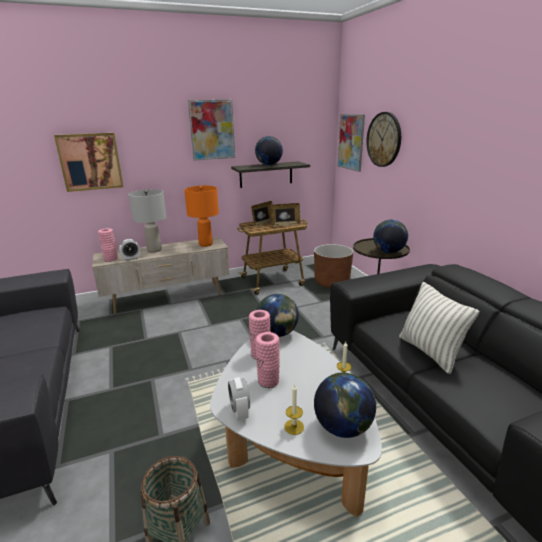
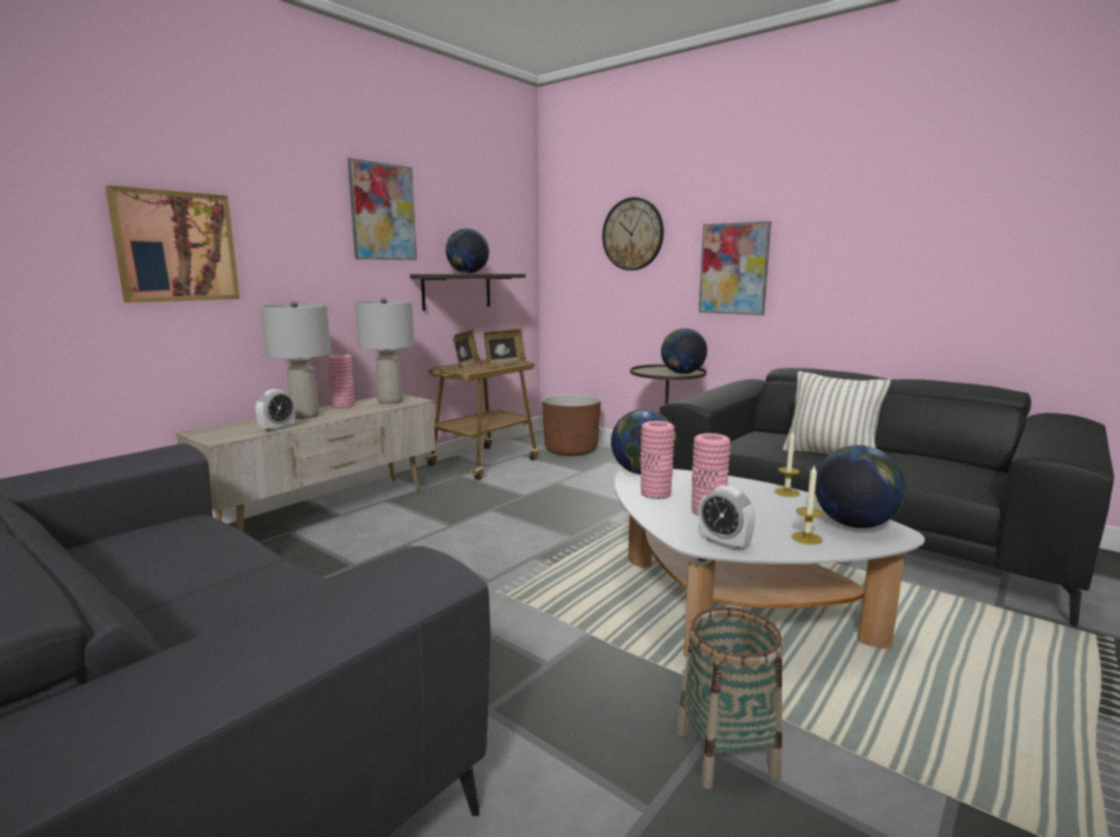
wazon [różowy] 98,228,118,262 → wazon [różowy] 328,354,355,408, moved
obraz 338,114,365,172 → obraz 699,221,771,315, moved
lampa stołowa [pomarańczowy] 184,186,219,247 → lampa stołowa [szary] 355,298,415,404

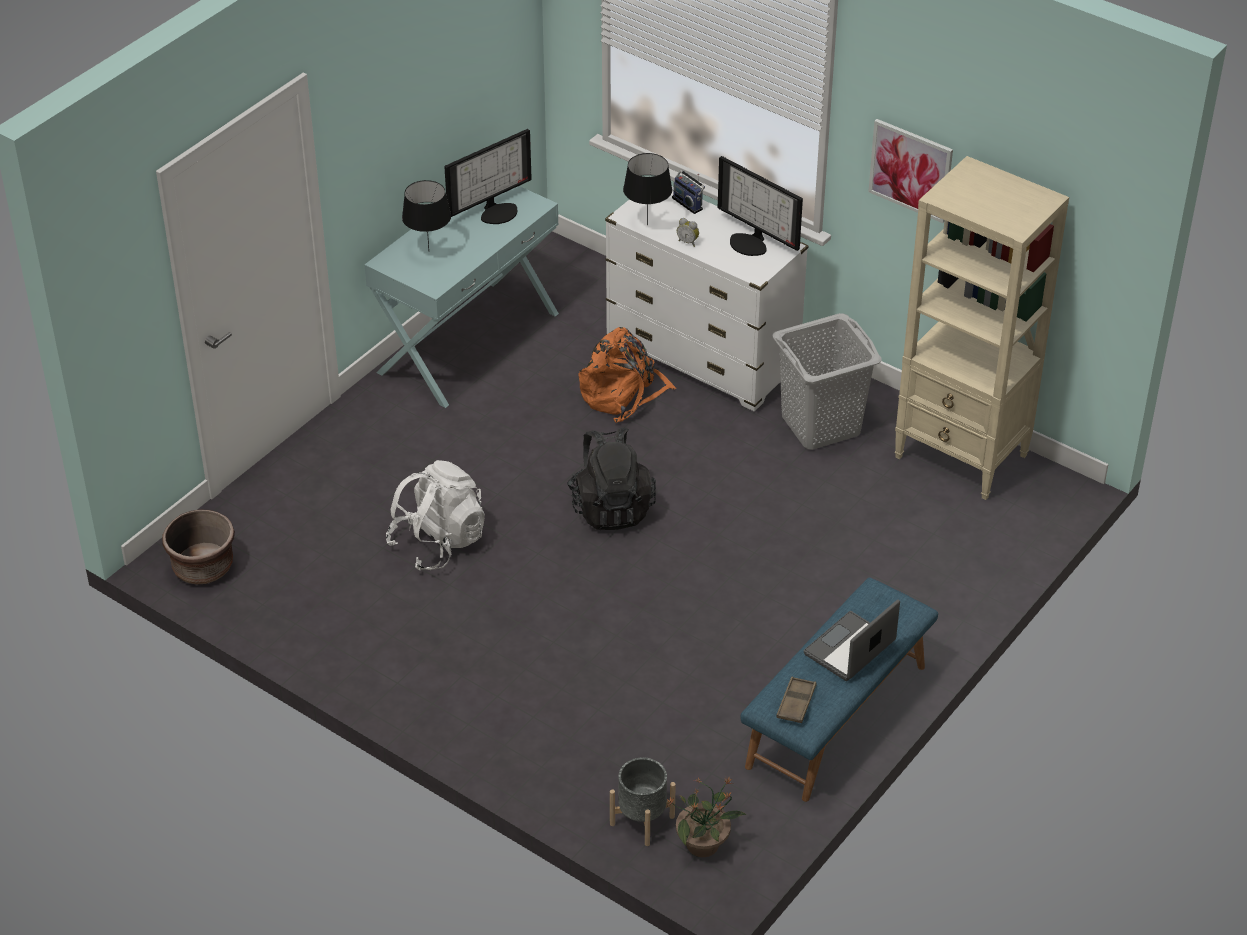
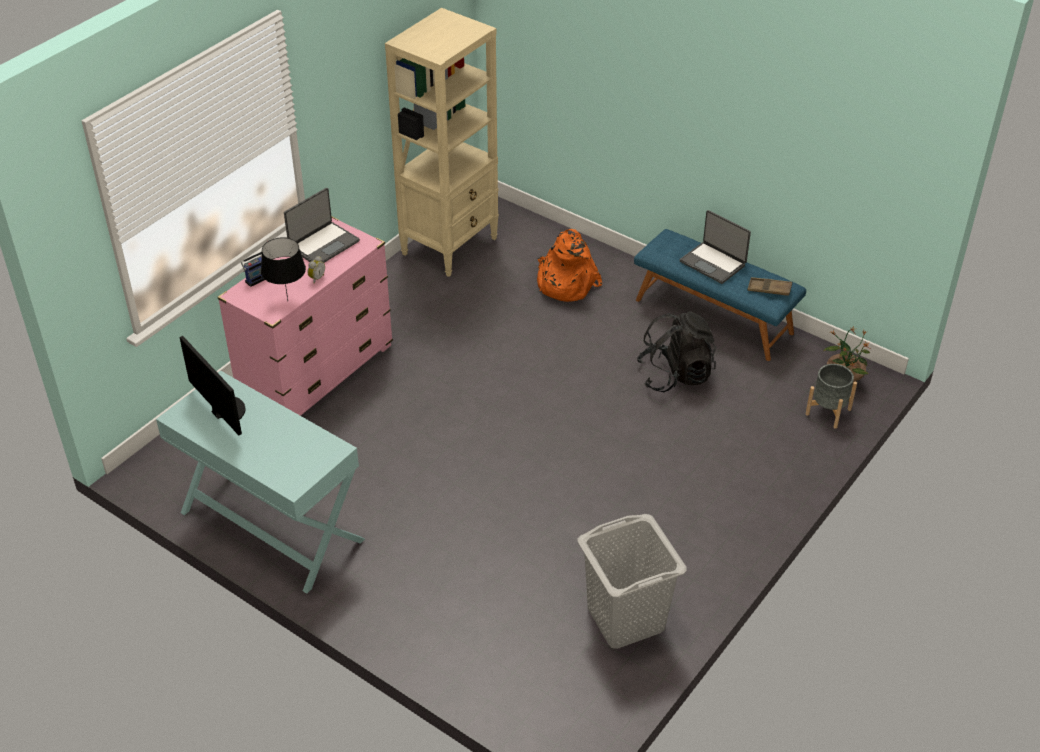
donica [brązowy] 162,509,235,585 → -
plecak [biały] 386,460,485,571 → -
lampa stołowa [czarny] 402,180,451,249 → -
obraz 868,119,953,223 → -
plecak [czarny] 567,427,656,530 → plecak [czarny] 636,312,717,392, moved
plecak [pomarańczowy] 579,327,676,423 → plecak [pomarańczowy] 537,229,602,302, moved
kosz na pranie [szary] 773,313,882,450 → kosz na pranie [szary] 578,514,687,649, moved
monitor 718,156,803,256 → laptop 284,188,360,263
komoda [biały] 605,187,809,411 → komoda [różowy] 218,216,393,416

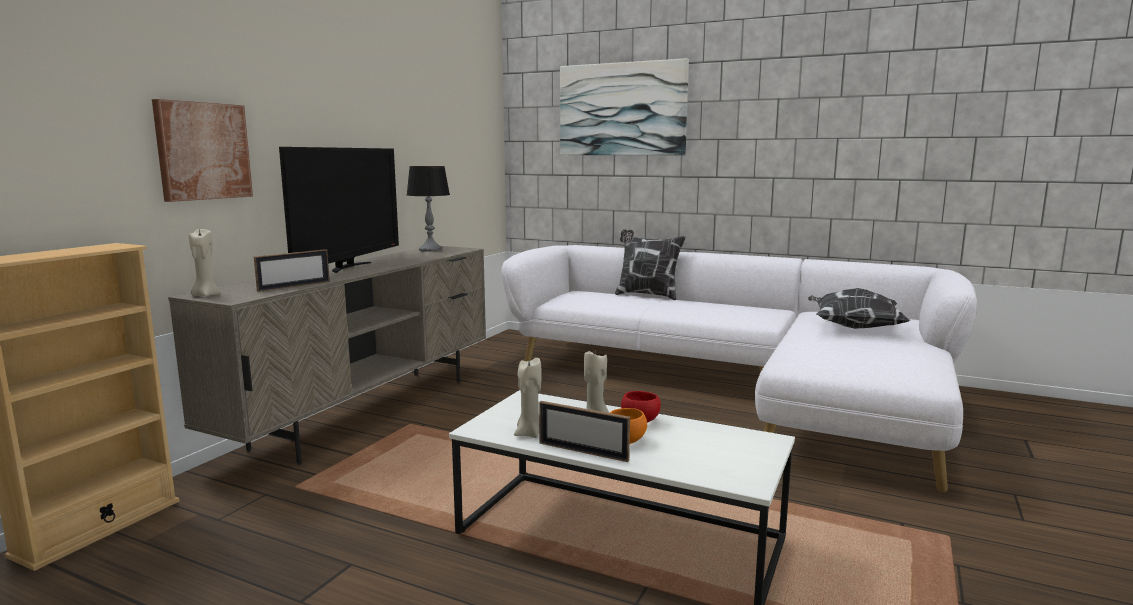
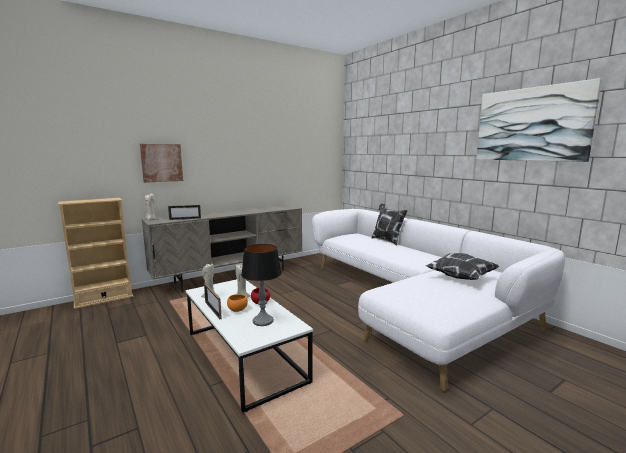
telewizor 279,147,399,273 → -
lampa stołowa 407,166,450,252 → lampa stołowa 241,244,282,326, moved
obraz 560,58,689,155 → obraz 476,78,602,162, moved

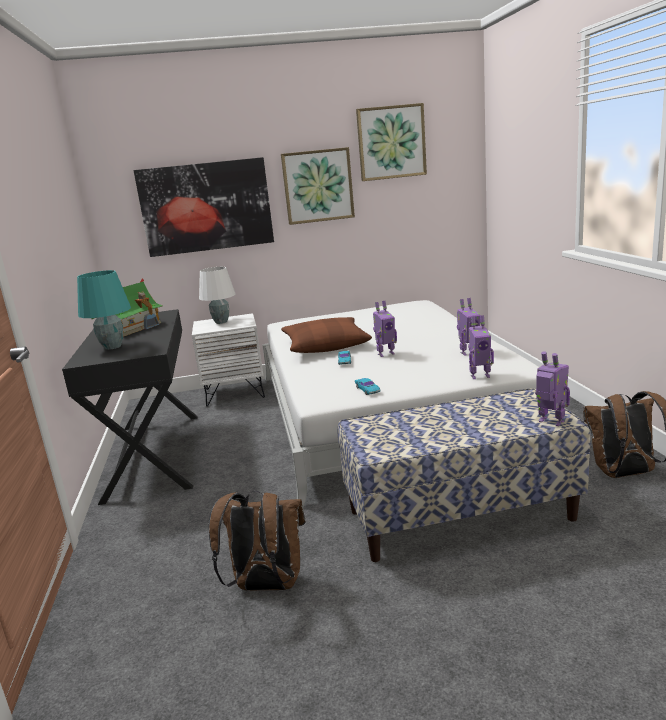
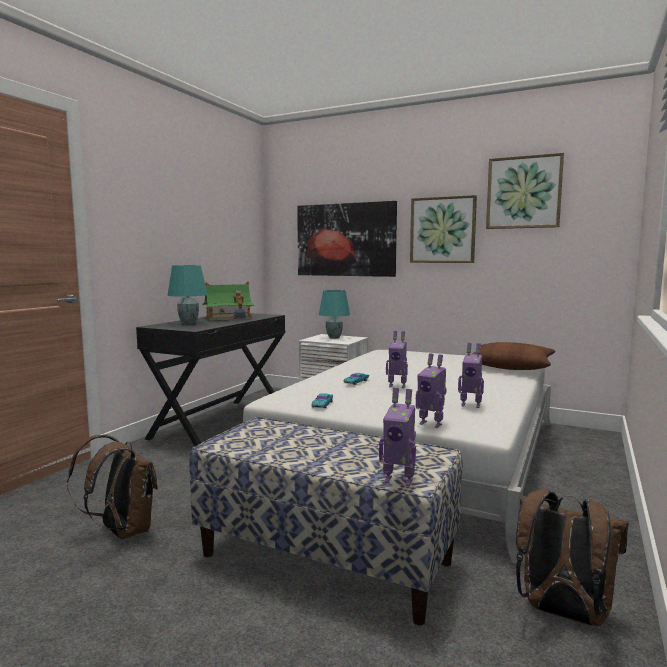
poduszka [brązowy] 281,317,372,353 → poduszka [brązowy] 472,342,555,370, moved
lampa stołowa [biały] 199,267,236,324 → lampa stołowa [turkusowy] 319,290,350,339
robot zabawkowy 535,351,570,426 → robot zabawkowy 379,388,416,486, 120 degrees clockwise

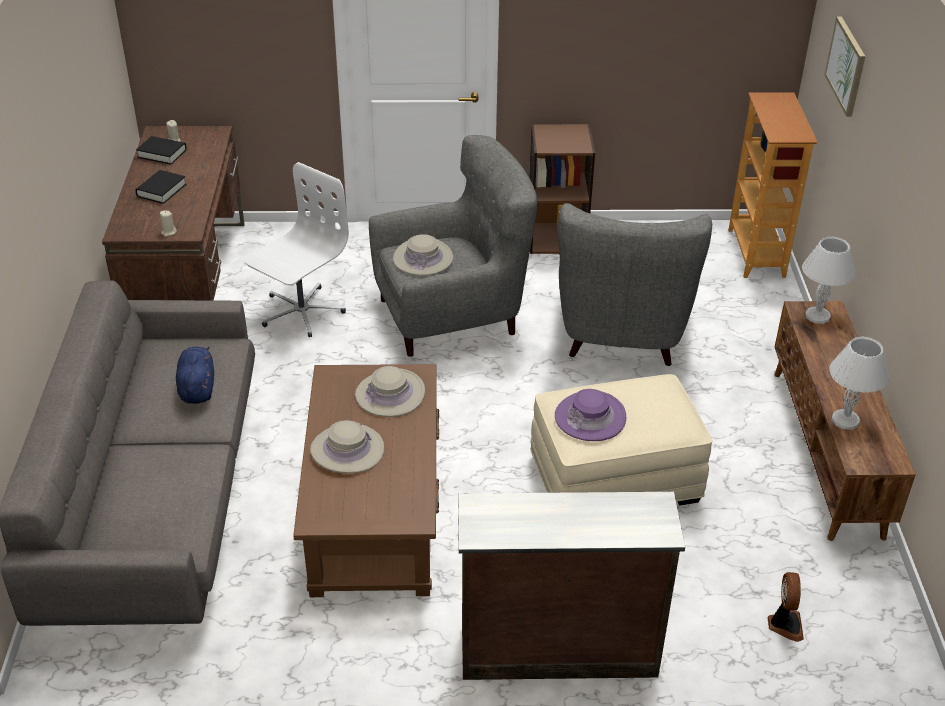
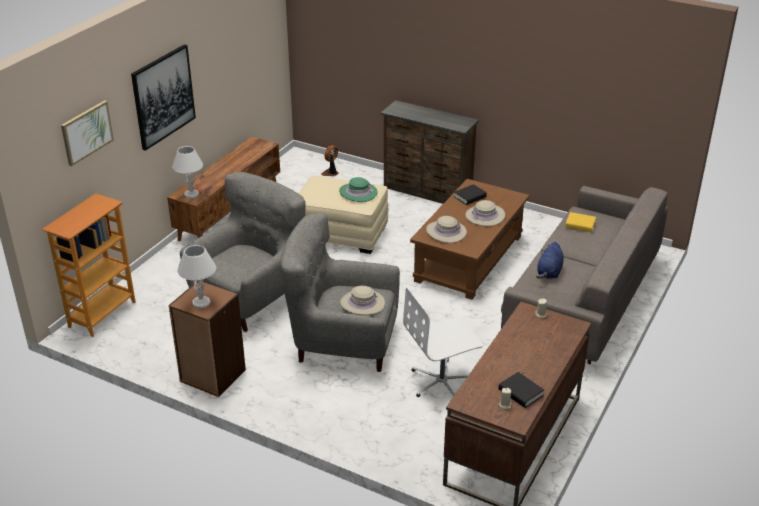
- → obraz 131,44,196,151
- → książka [żółty] 565,212,596,232
książka [czarny] 135,170,186,204 → książka [czarny] 454,184,487,205, moved
lampa stołowa [biały] 829,337,889,429 → lampa stołowa [biały] 177,245,216,308, moved
kapelusz [fioletowy] 555,389,626,441 → kapelusz [zielony] 339,177,378,202

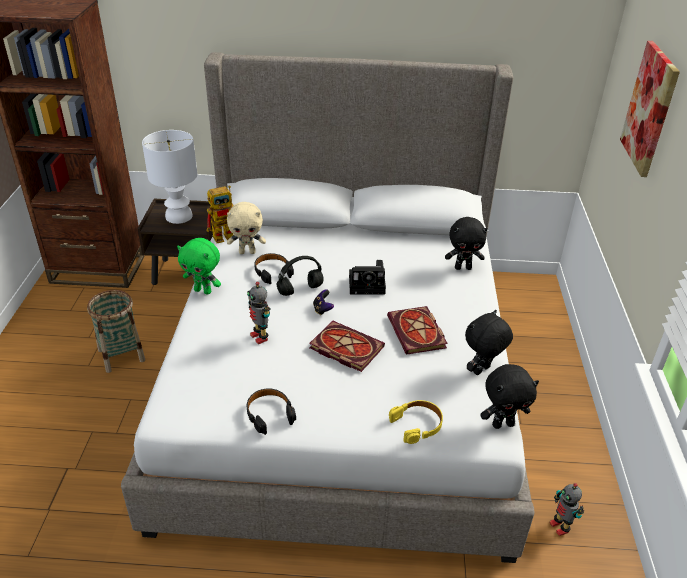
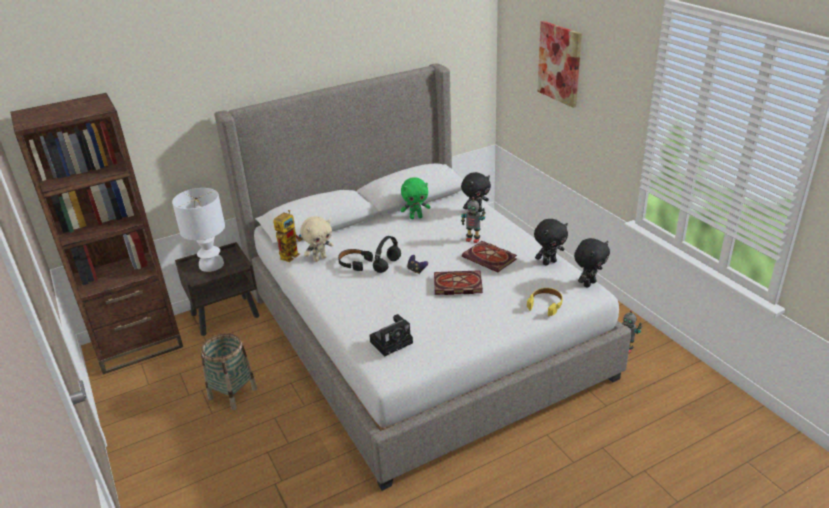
słuchawki [czarny] 247,388,296,435 → -
pluszak [zielony] 177,238,221,295 → pluszak [zielony] 401,177,431,219, moved
robot zabawkowy 247,282,270,344 → robot zabawkowy 461,197,486,243, moved
aparat fotograficzny 349,260,386,294 → aparat fotograficzny 369,314,413,356, moved
pluszak [czarny] 465,310,513,375 → pluszak [czarny] 534,219,568,266, 135 degrees counterclockwise

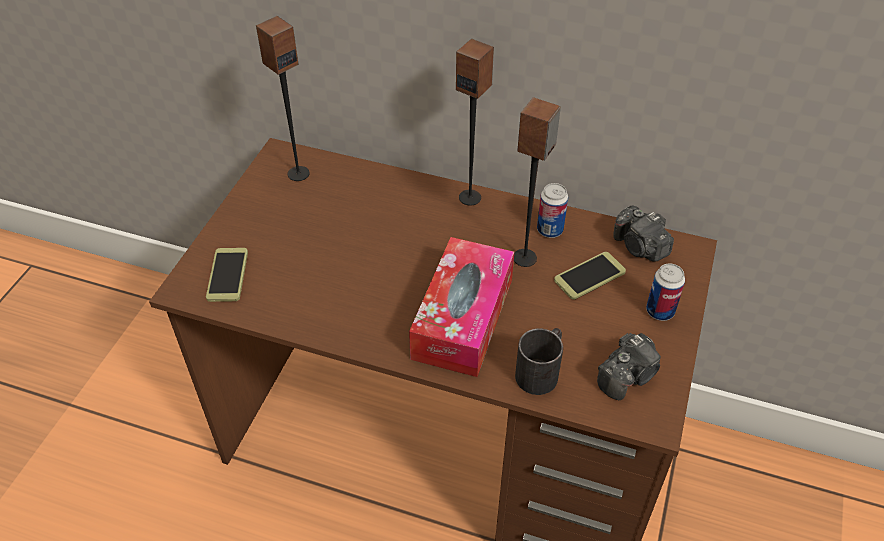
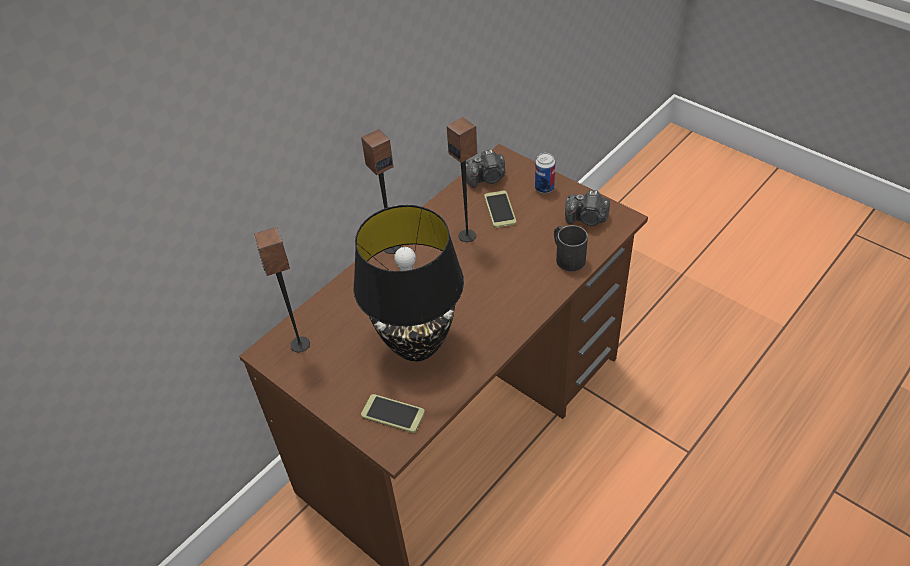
pudełko chusteczek 409,237,514,377 → -
puszka 537,183,568,238 → -
- → lampa stołowa [czarny] 353,205,464,361
aparat fotograficzny 597,333,661,400 → aparat fotograficzny 565,190,610,226, 120 degrees clockwise

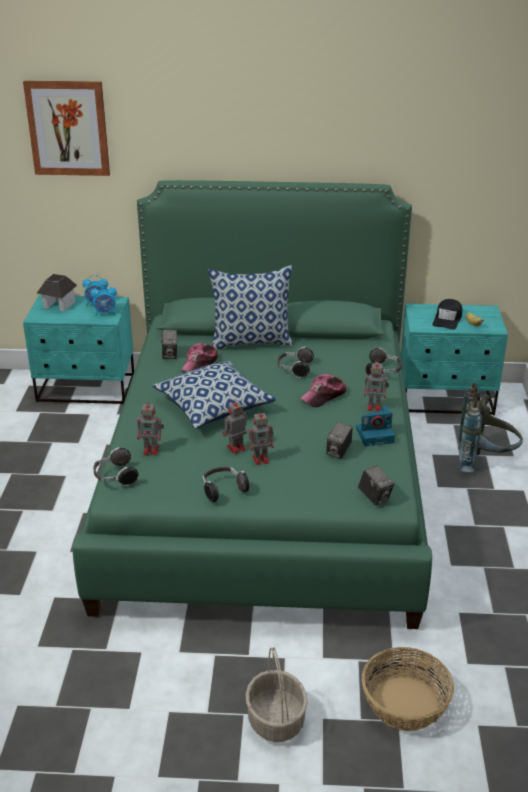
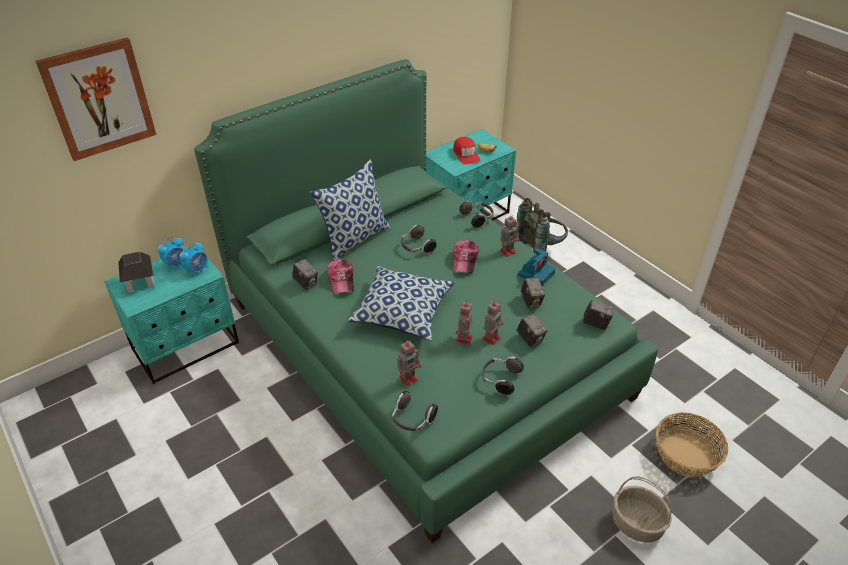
- → aparat fotograficzny 517,314,548,348
czapka z daszkiem [czarny] 433,299,462,330 → czapka z daszkiem [czerwony] 453,137,481,165

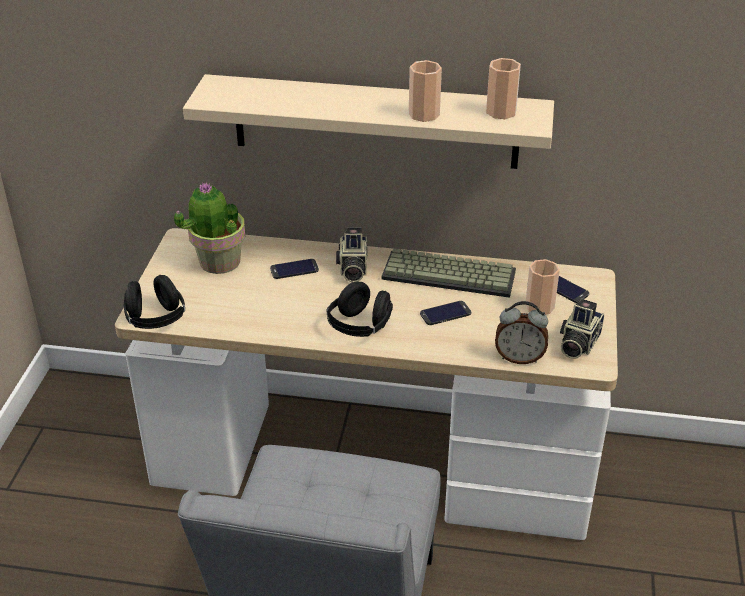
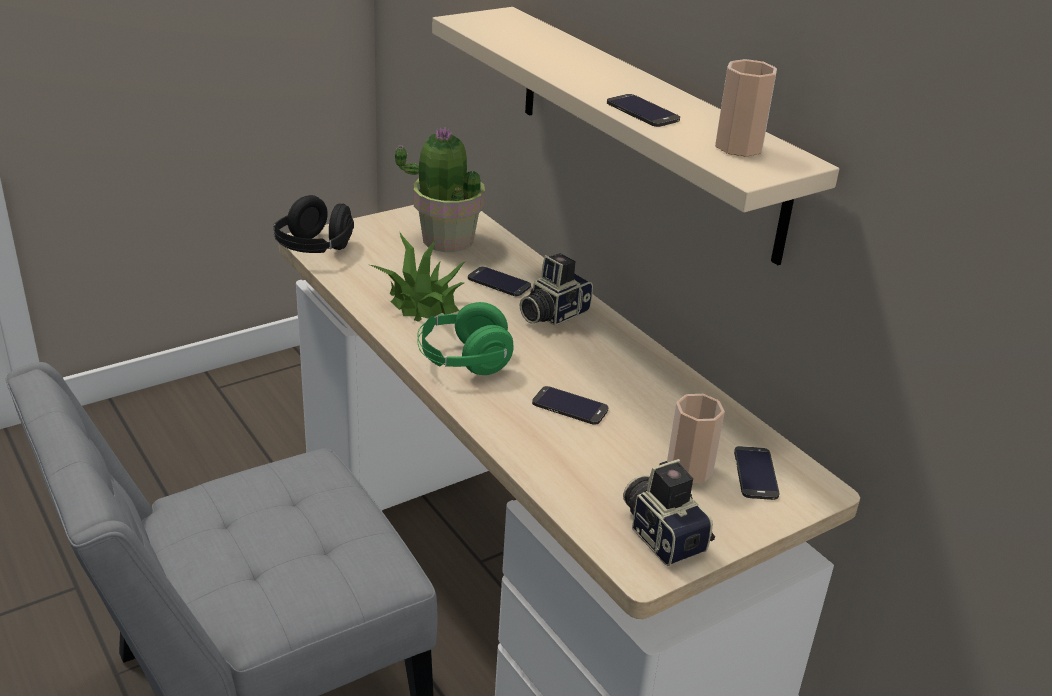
klawiatura 381,248,516,298 → -
budzik 495,301,548,364 → -
- → roślina doniczkowa 370,231,466,322
filiżanka 409,60,442,122 → telefon 607,94,680,127
słuchawki [czarny] 327,282,393,337 → słuchawki [zielony] 417,302,514,375
aparat fotograficzny 560,299,604,359 → aparat fotograficzny 623,459,715,566, 75 degrees clockwise

